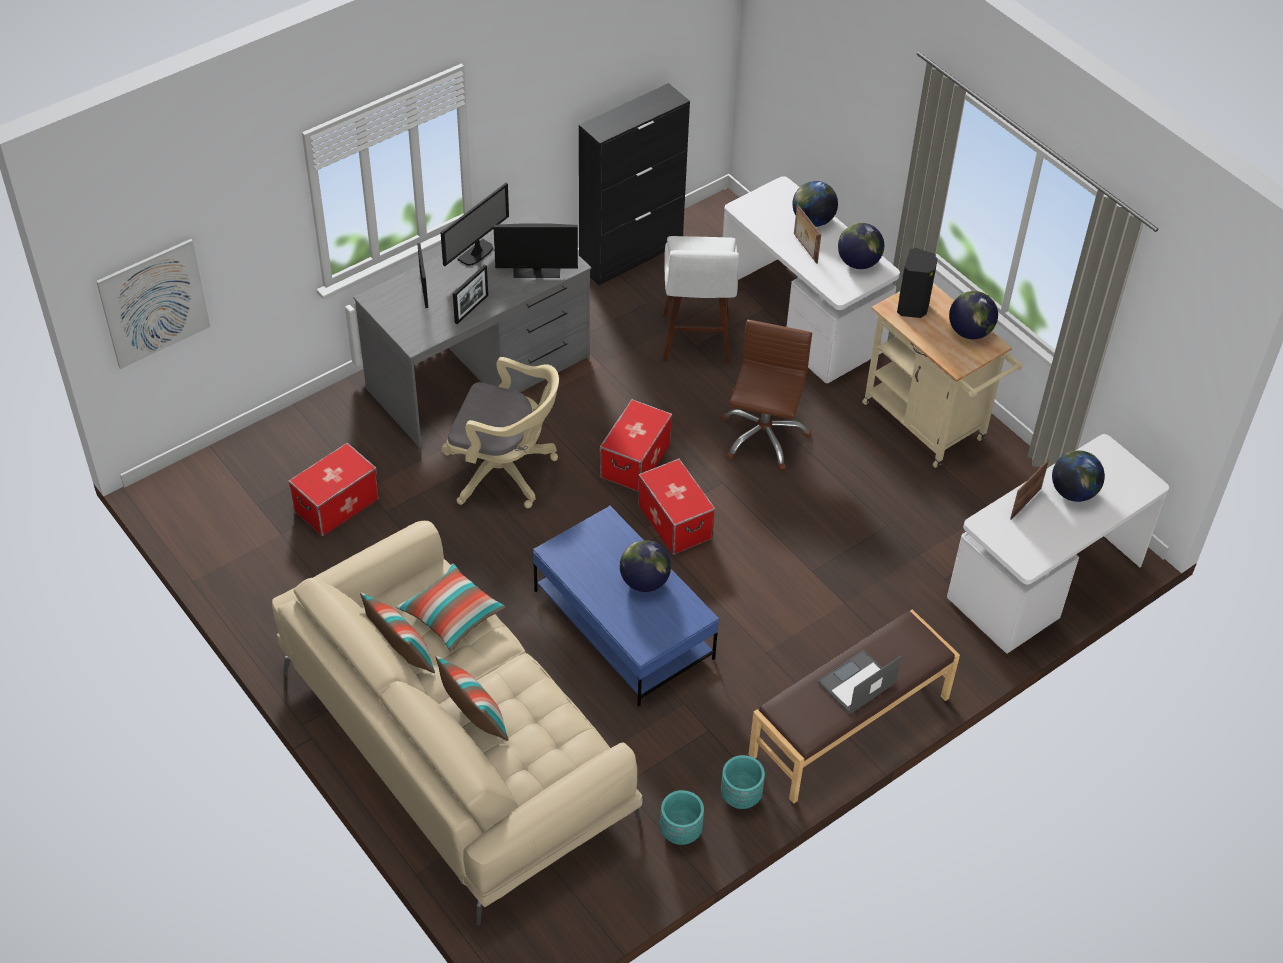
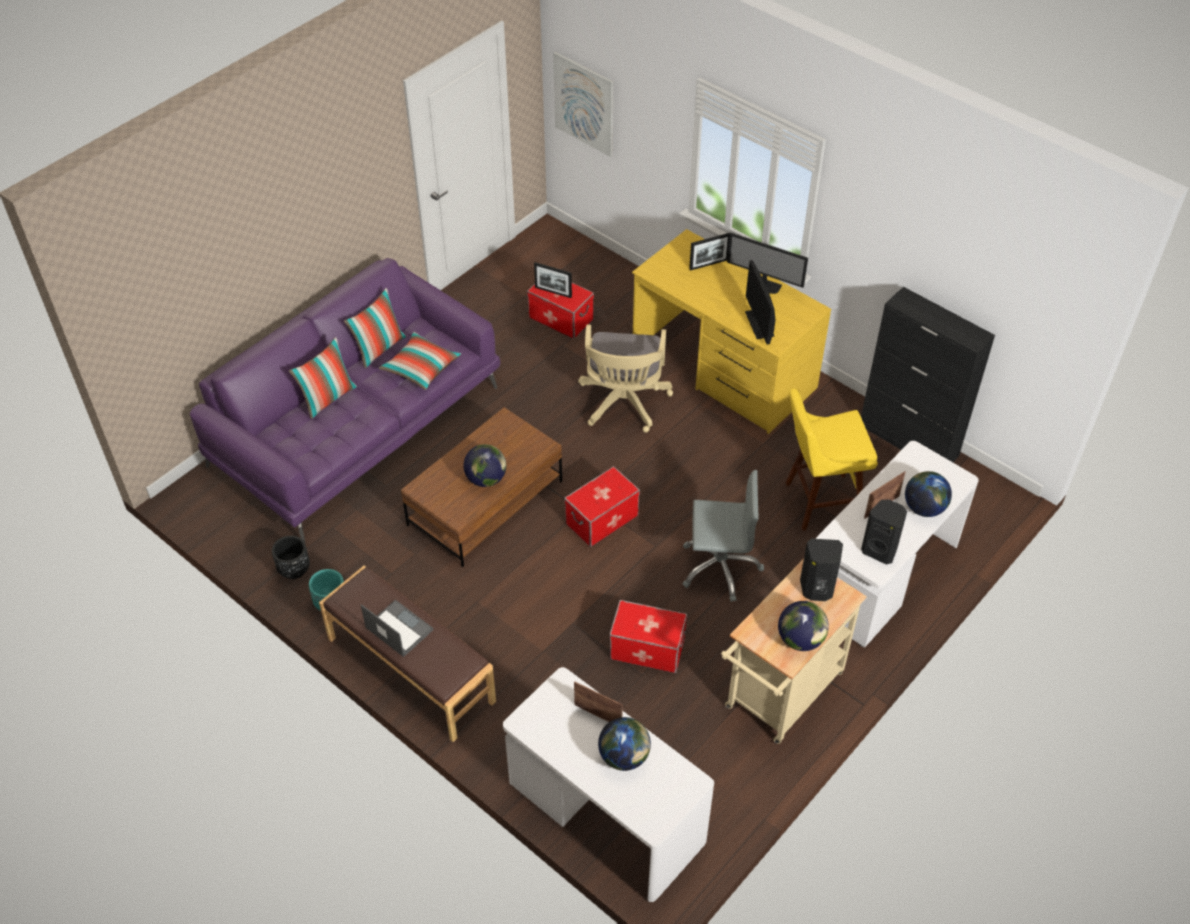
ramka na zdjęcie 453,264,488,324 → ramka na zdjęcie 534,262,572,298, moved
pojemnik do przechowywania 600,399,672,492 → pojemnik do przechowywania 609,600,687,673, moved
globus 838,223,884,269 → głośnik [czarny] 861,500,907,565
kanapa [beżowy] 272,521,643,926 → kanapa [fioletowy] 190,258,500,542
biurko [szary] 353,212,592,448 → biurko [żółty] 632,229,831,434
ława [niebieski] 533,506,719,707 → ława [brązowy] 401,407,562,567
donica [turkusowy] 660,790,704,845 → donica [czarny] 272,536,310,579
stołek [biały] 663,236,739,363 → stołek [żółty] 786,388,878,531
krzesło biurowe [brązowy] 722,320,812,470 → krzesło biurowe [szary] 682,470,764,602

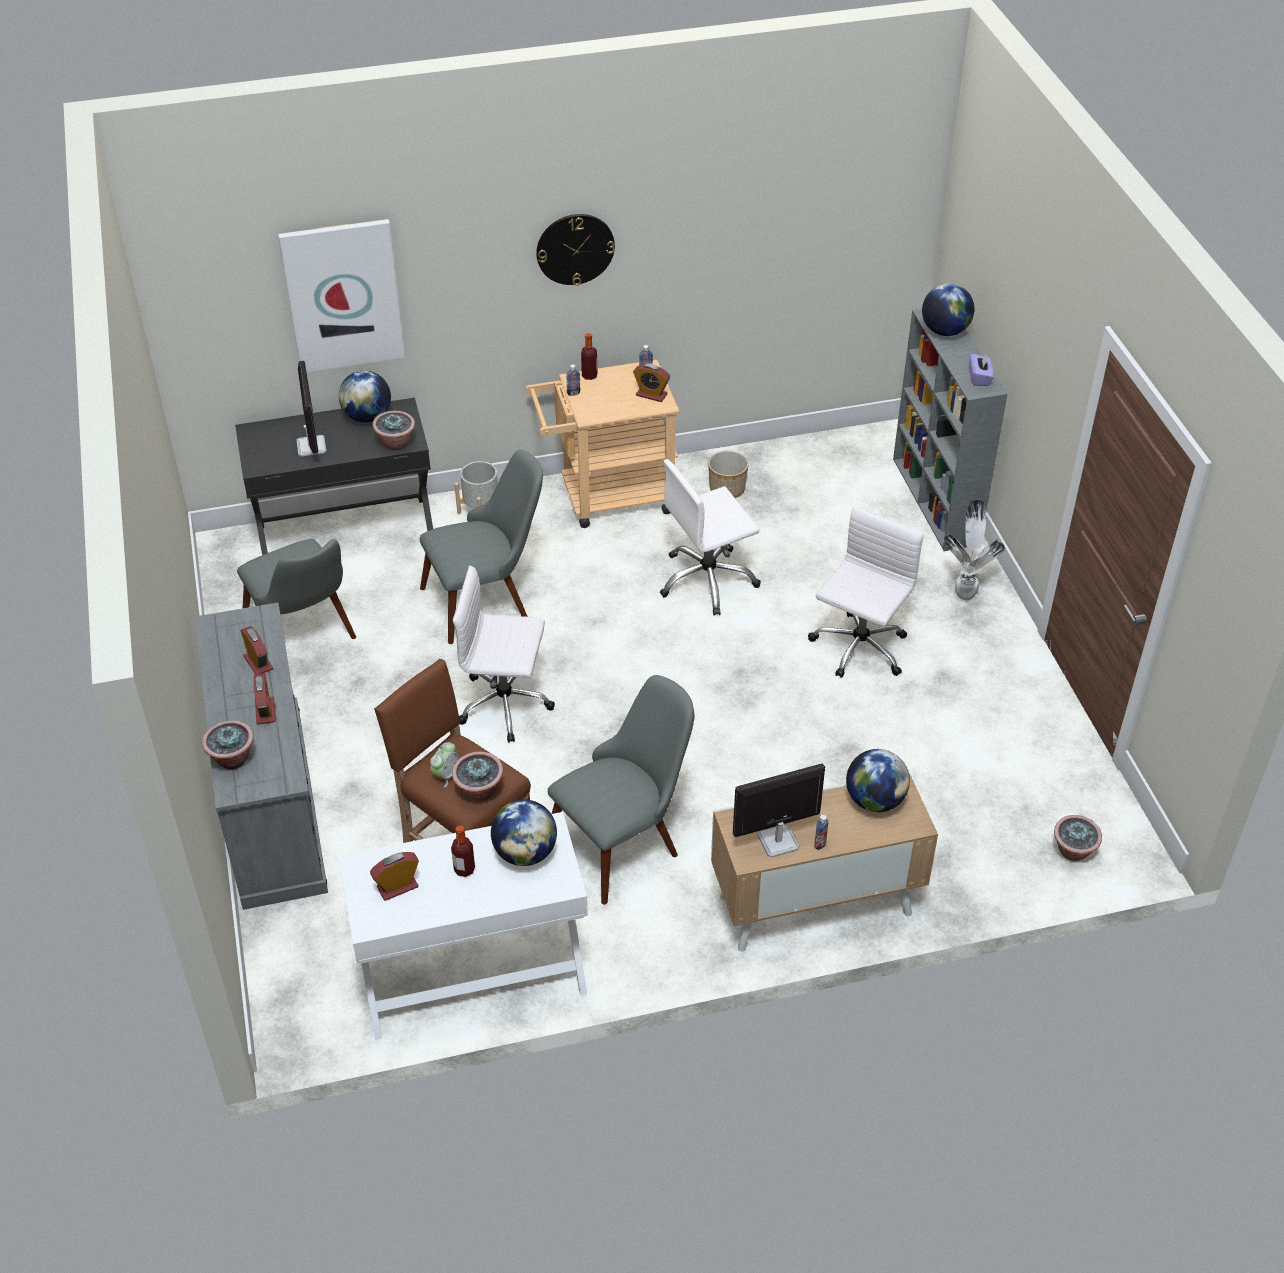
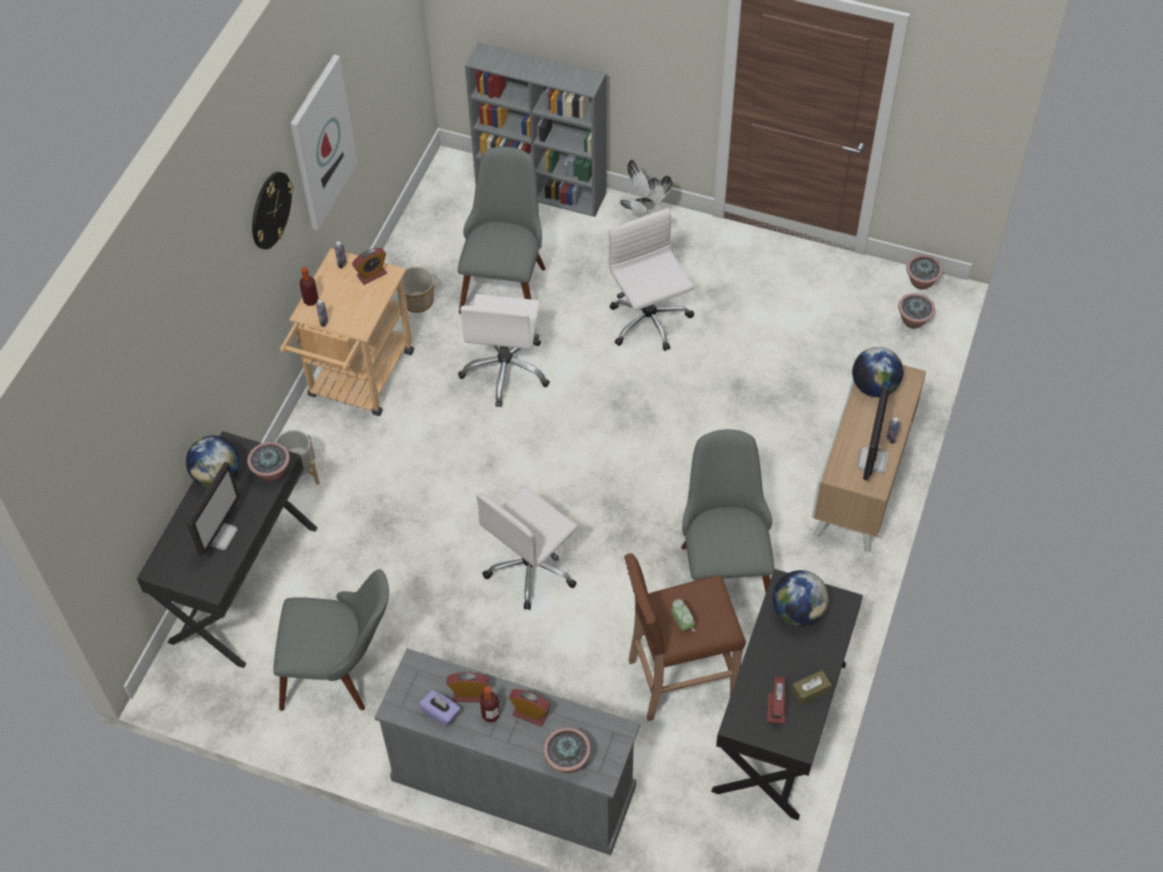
globus 922,284,975,336 → -
- → pudełko chusteczek [brązowy] 791,670,832,705
obraz 278,219,405,372 → obraz 290,55,358,230, moved
krzesło [szary] 420,450,543,644 → krzesło [szary] 458,147,546,314, moved
butelka 451,825,475,877 → butelka 480,686,500,722, moved
roślina doniczkowa 452,751,503,801 → roślina doniczkowa 906,255,943,290, moved
pudełko chusteczek [fioletowy] 969,353,994,386 → pudełko chusteczek [fioletowy] 419,690,461,727, moved
biurko [biały] 338,812,588,1040 → biurko [czarny] 711,569,863,820
monitor 297,361,327,456 → monitor 187,462,240,556, 90 degrees clockwise

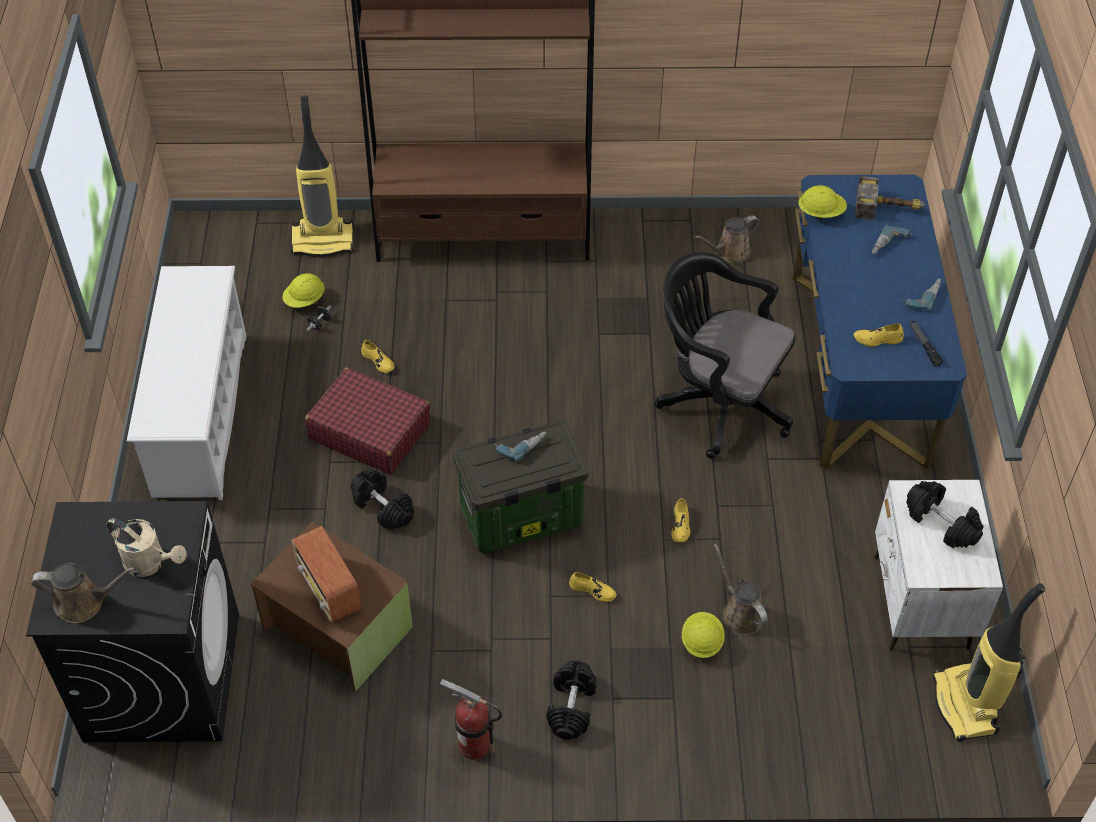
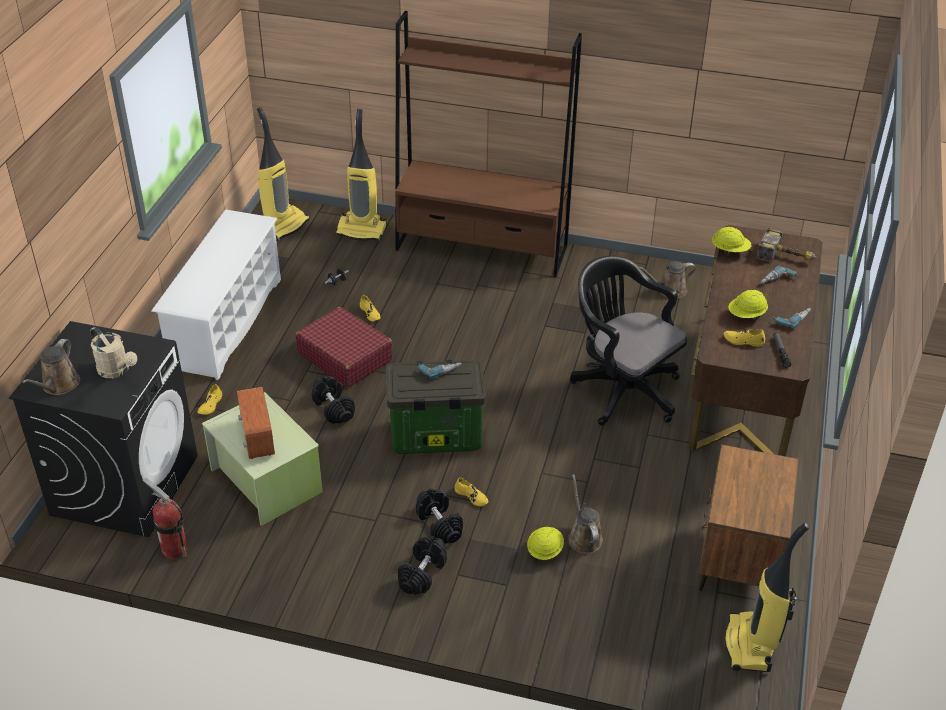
- → odkurzacz 257,107,310,241
kask [żółty] 282,273,325,308 → kask [żółty] 728,290,768,320, moved
gaśnica 440,679,502,760 → gaśnica 143,478,187,559, moved
but [żółty] 671,498,690,542 → but [żółty] 197,384,222,415, moved
hantel [czarny] 906,481,983,548 → hantel [czarny] 416,488,463,544, moved
pojemnik do przechowywania [brązowy] 250,522,413,692 → pojemnik do przechowywania [zielony] 202,392,322,526
biurko [niebieski] 793,175,967,470 → biurko [brązowy] 689,225,823,456
szafka nocna [biały] 874,480,1003,651 → szafka nocna [brązowy] 699,445,798,591
konewka [brązowy] 31,563,136,623 → konewka [brązowy] 22,339,80,395, 90 degrees clockwise

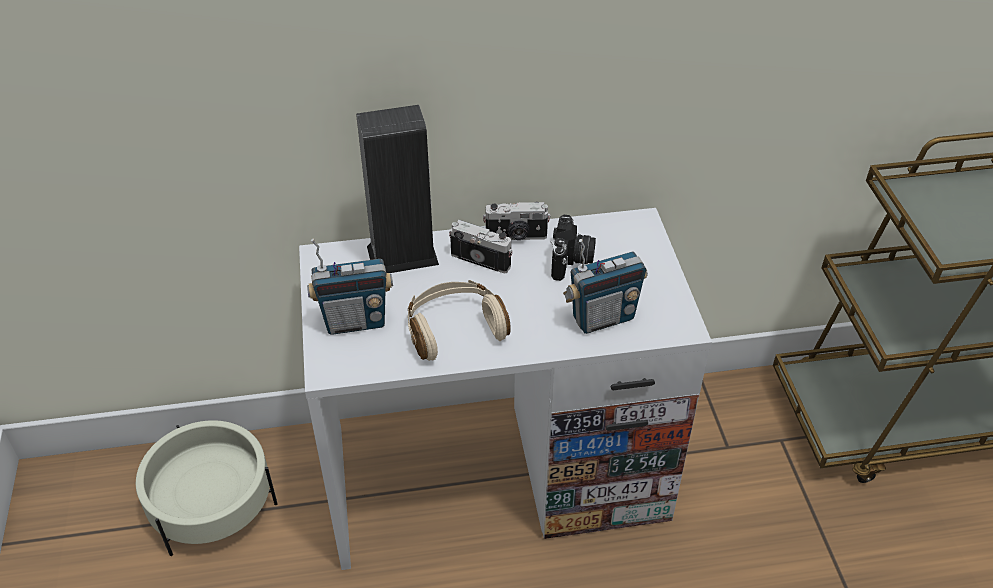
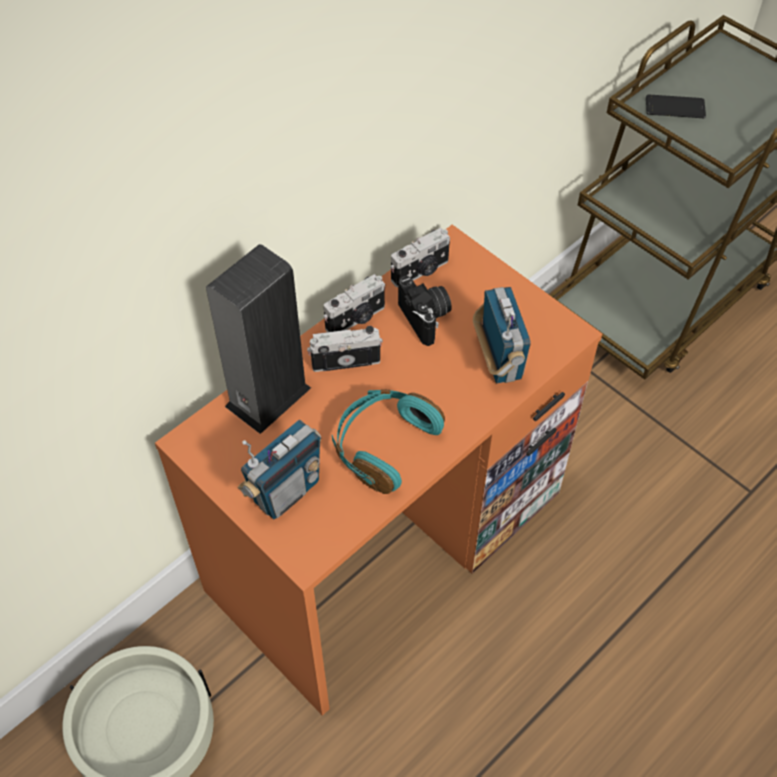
- → aparat fotograficzny 390,228,450,288
- → telefon 646,95,706,118
biurko [biały] 299,208,712,570 → biurko [pomarańczowy] 155,225,602,716
słuchawki [beżowy] 408,280,511,361 → słuchawki [turkusowy] 332,390,445,494
radio 563,239,648,334 → radio 473,287,531,384, 45 degrees counterclockwise

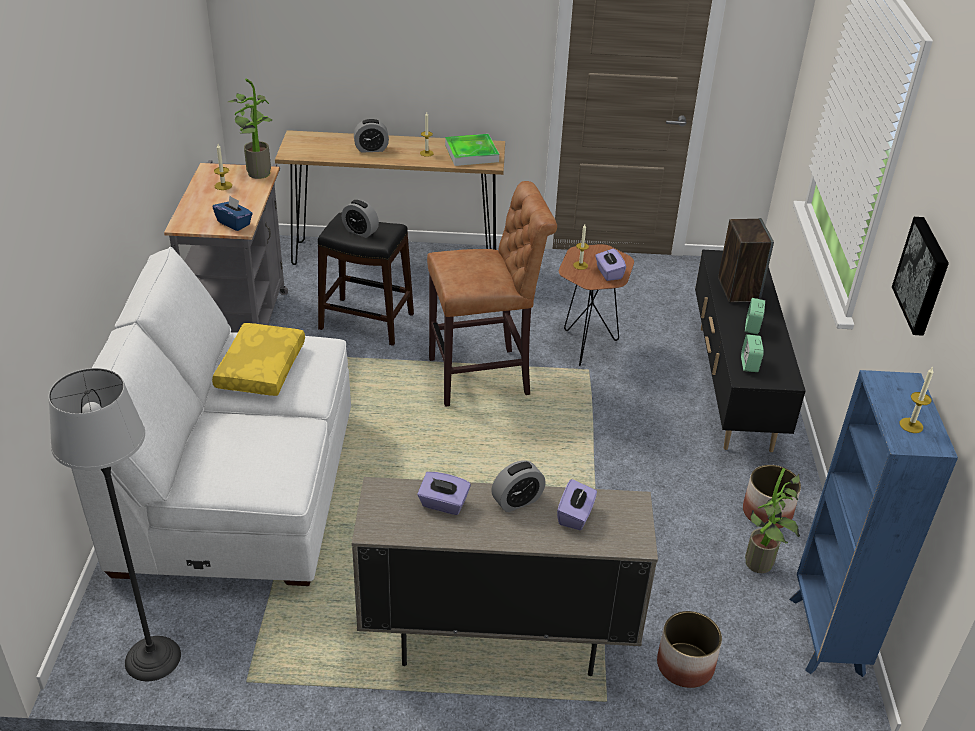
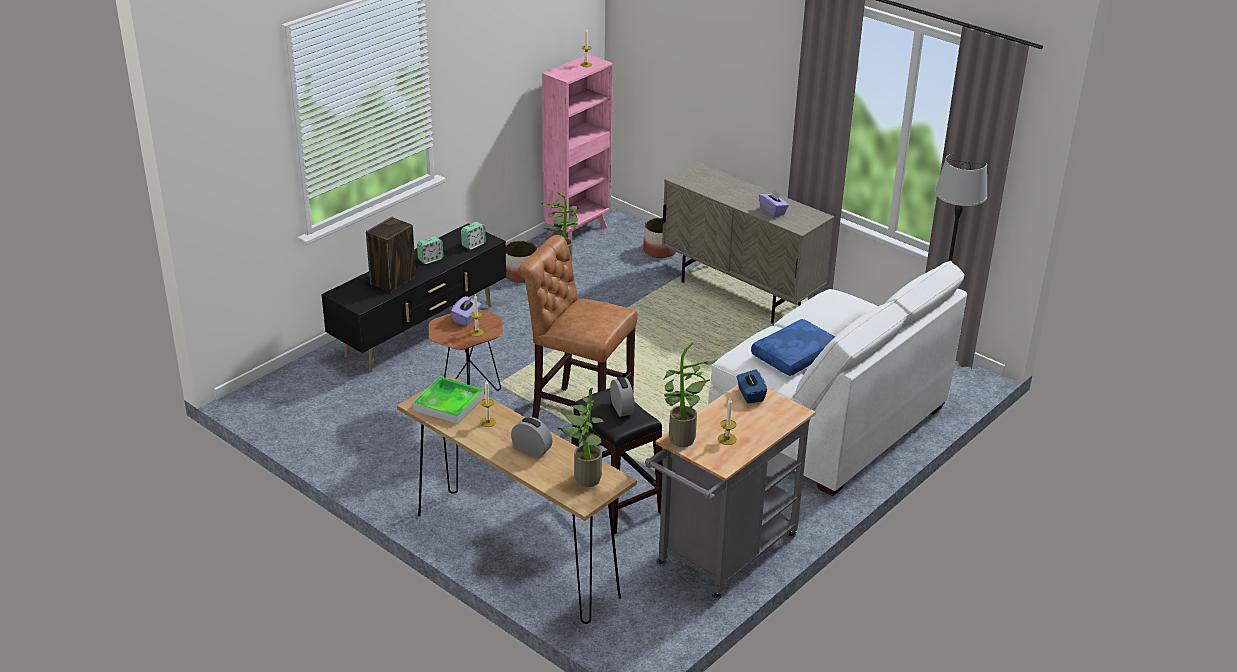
budzik 491,460,546,512 → -
pudełko chusteczek [fioletowy] 557,479,597,530 → -
obraz 892,217,949,336 → -
- → roślina doniczkowa 558,388,604,487
poduszka [żółty] 212,323,305,396 → poduszka [niebieski] 751,319,835,376
regał [niebieski] 789,370,958,677 → regał [różowy] 542,54,613,240

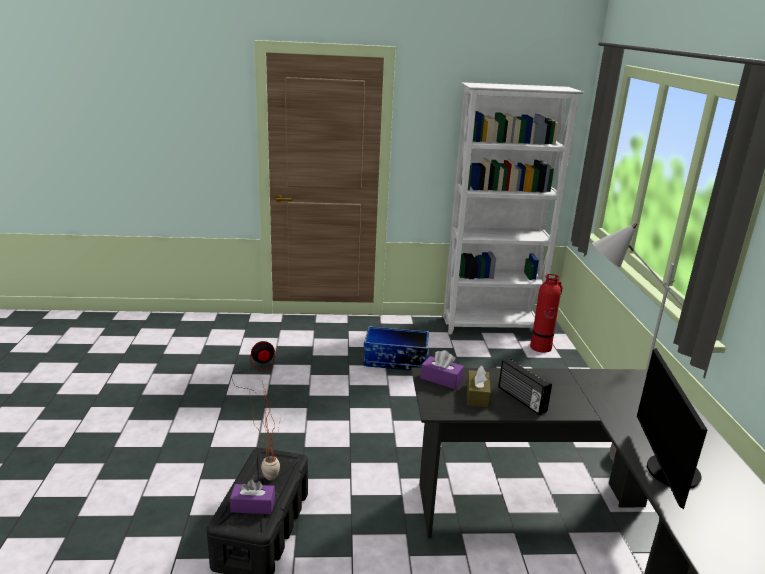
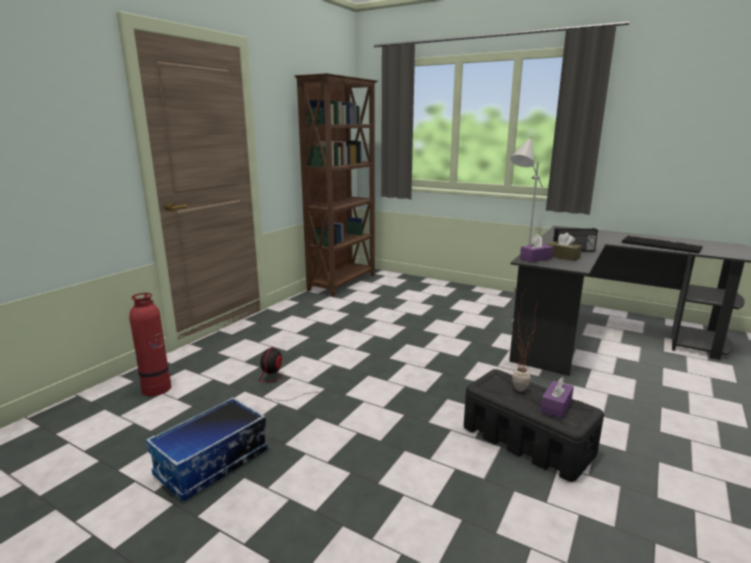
pojemnik do przechowywania 363,326,429,370 → pojemnik do przechowywania 146,397,268,502, moved
gaśnica 530,274,563,353 → gaśnica 129,293,171,396, moved
monitor 637,348,707,509 → klawiatura 622,236,703,254
regał [biały] 443,82,585,334 → regał [brązowy] 294,73,378,297

